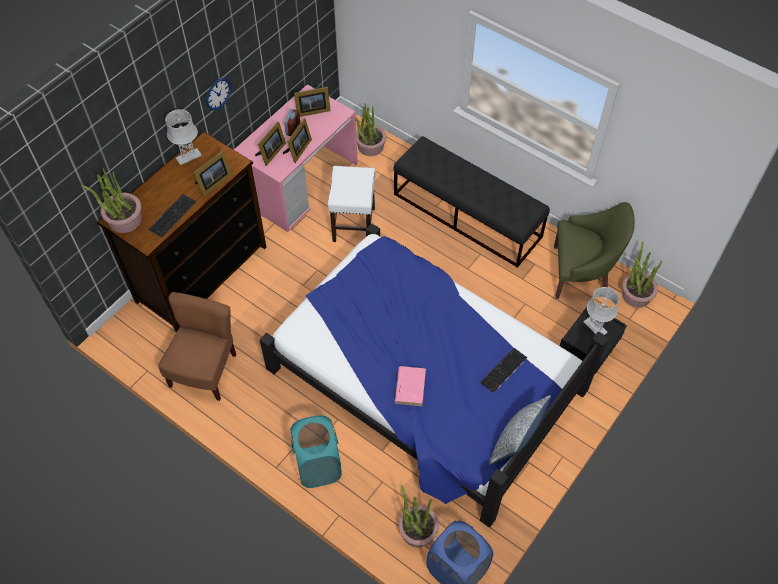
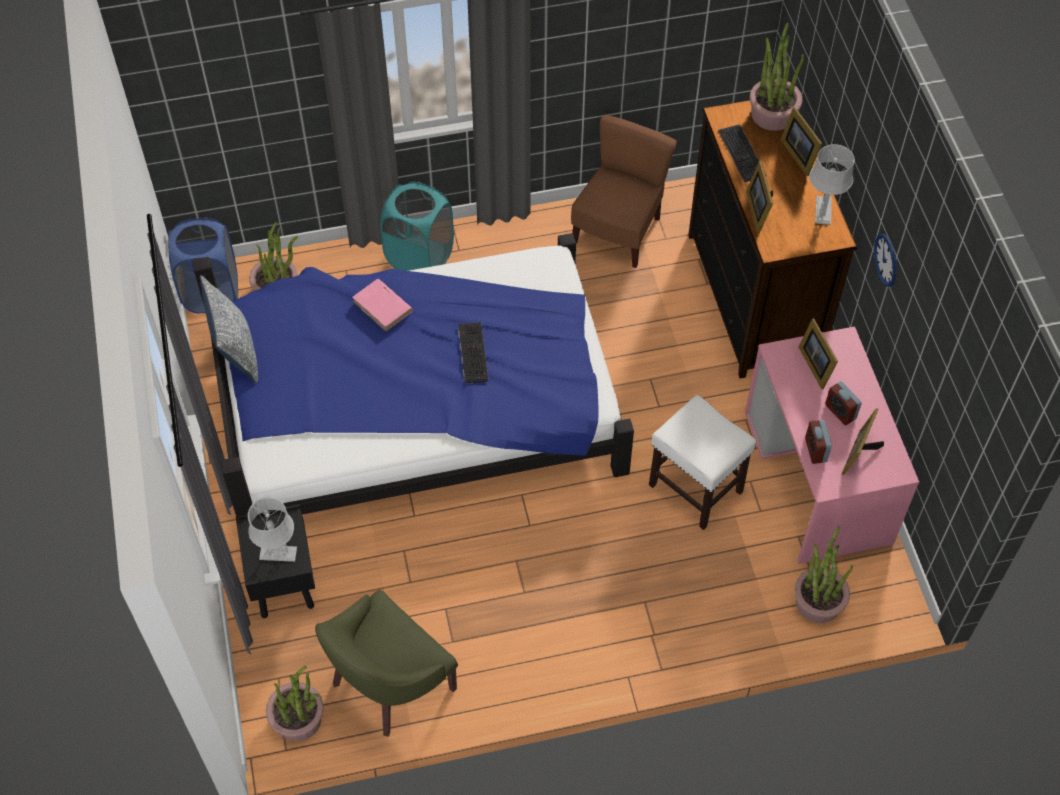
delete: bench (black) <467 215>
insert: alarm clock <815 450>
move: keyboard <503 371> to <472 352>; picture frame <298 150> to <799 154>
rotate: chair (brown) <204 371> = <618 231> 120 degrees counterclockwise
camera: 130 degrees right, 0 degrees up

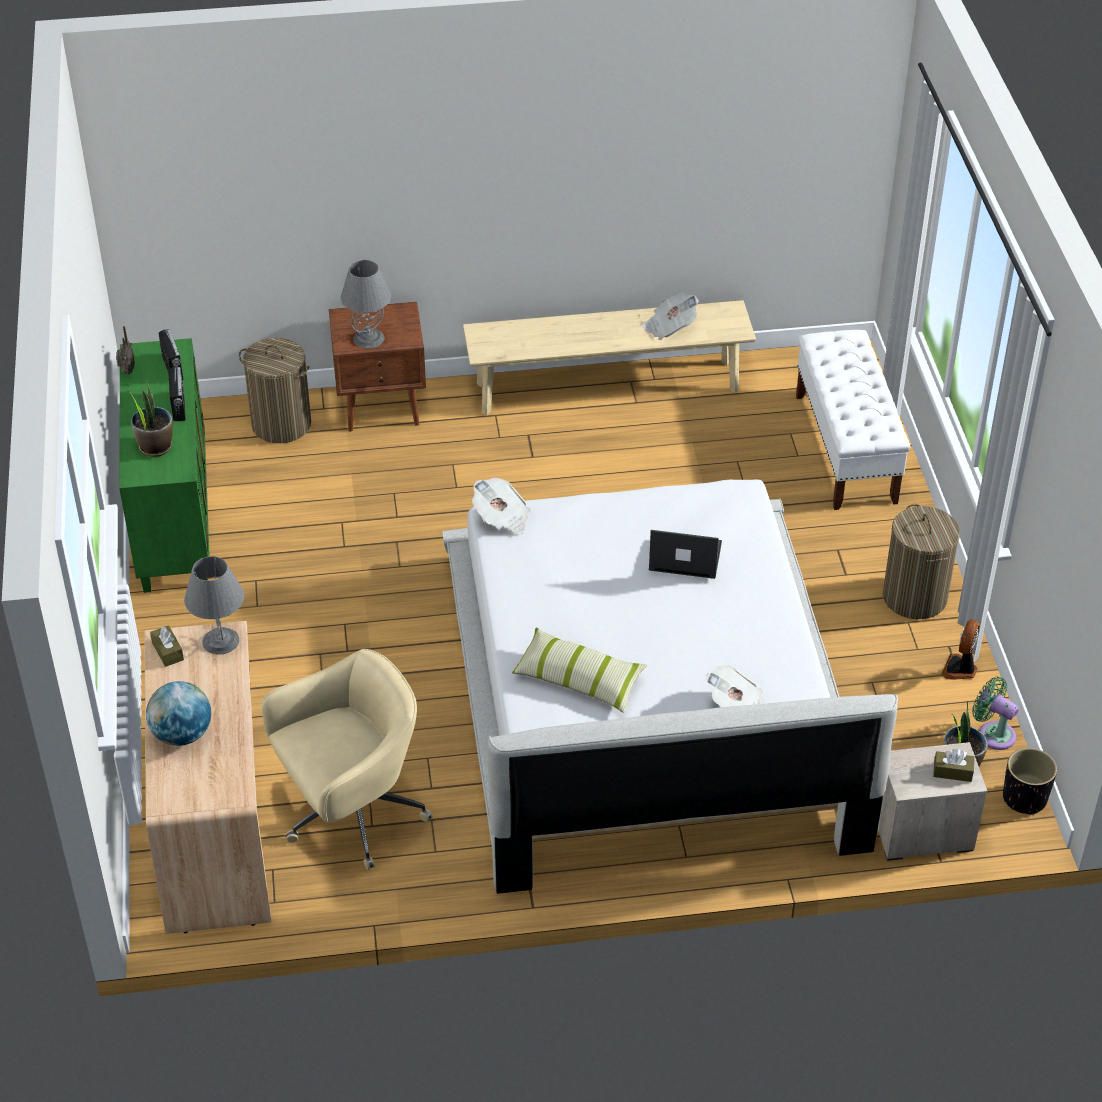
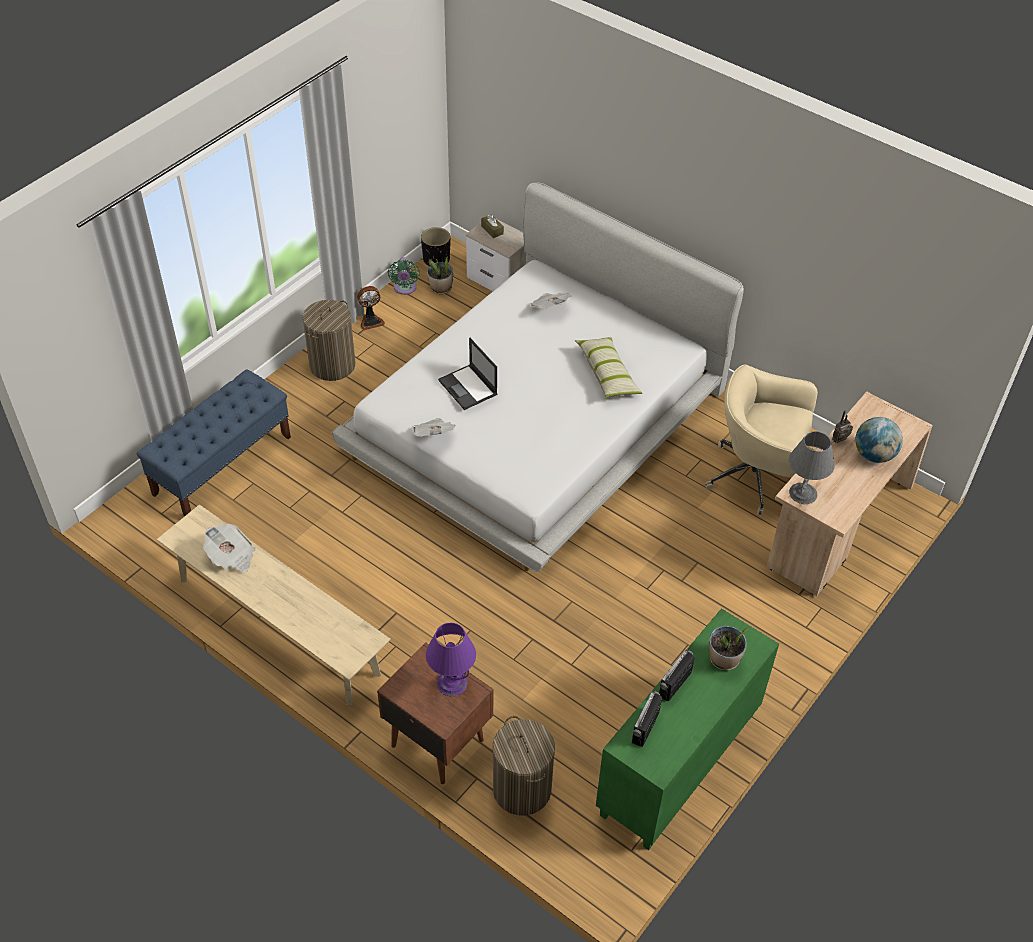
delete: tissue box (brown) <167 651>
move: newspaper <502 518> to <434 435>; radio <127 372> to <840 441>
recolor: bench (white) <846 449> to bench (blue) <223 465>; table lamp (grey) <368 338> to table lamp (purple) <451 683>
camera: 135 degrees left, 5 degrees up

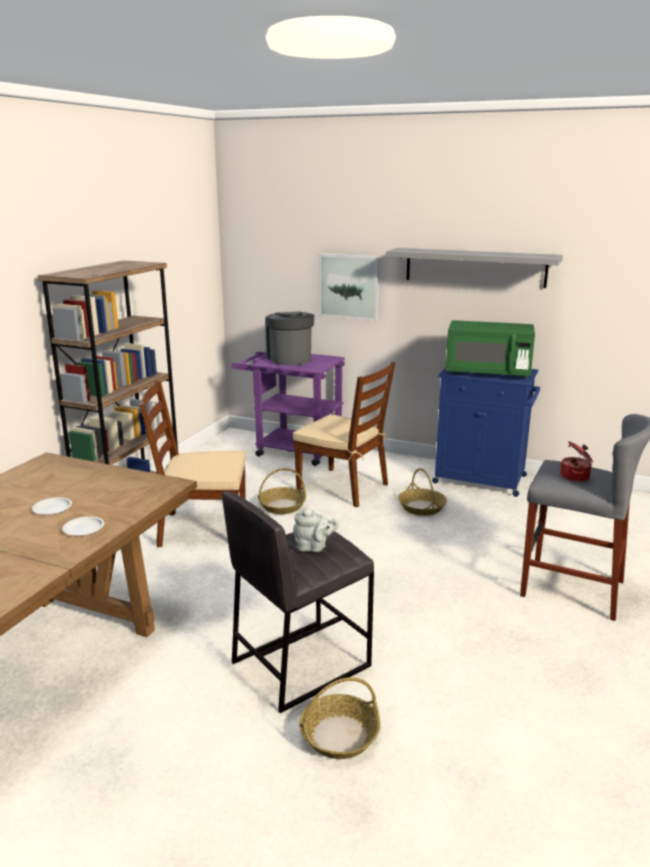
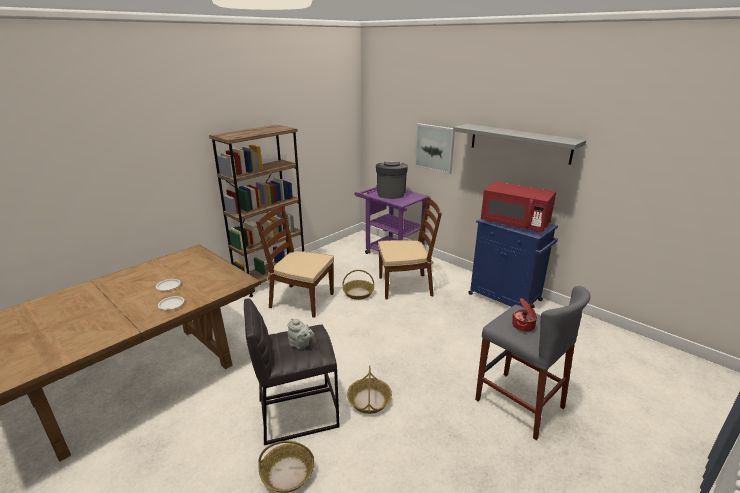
move: basket <421 507> to <369 400>
recolor: microwave (green) <487 372> to microwave (red) <514 223>
rotate: chair (brown) <343 487> = <406 286> 60 degrees counterclockwise
camera: 20 degrees right, 5 degrees up

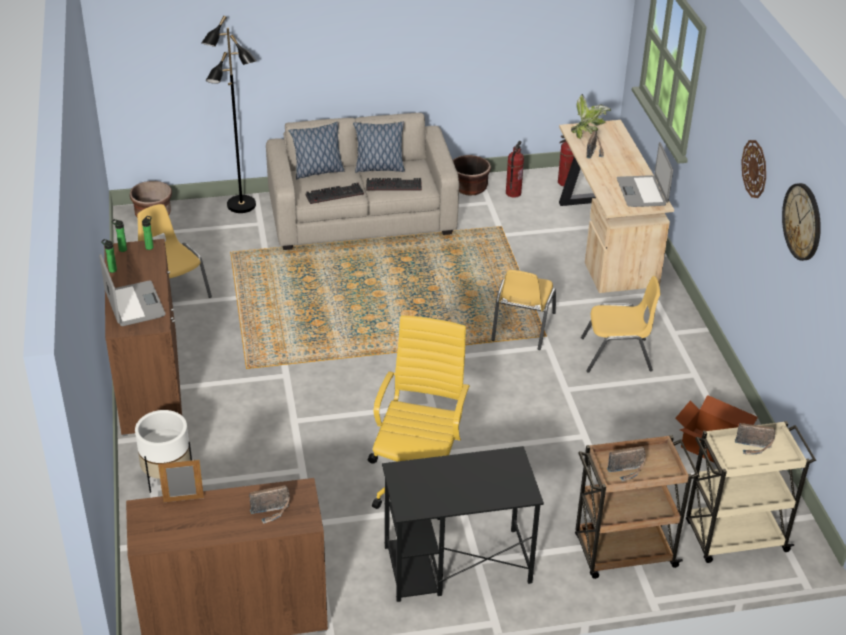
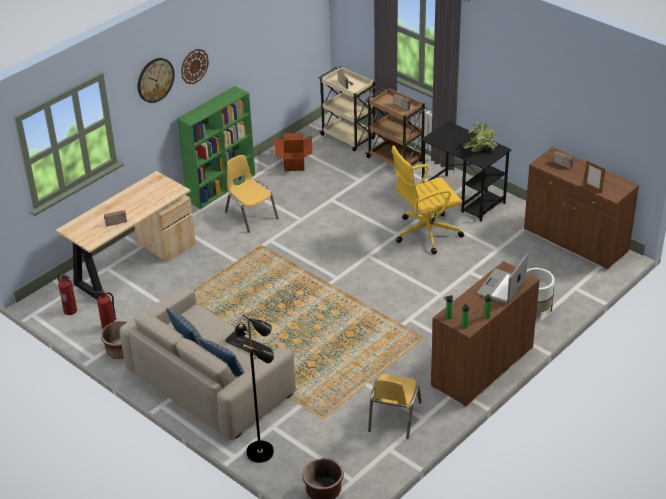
delete: keyboard <394 185>; chair (yellow) <522 326>; laptop <642 192>
insert: bookcase (green) <221 187>
move: wall clock <802 221> to <155 80>; potted plant <588 132> to <480 149>
camera: 125 degrees left, 0 degrees up

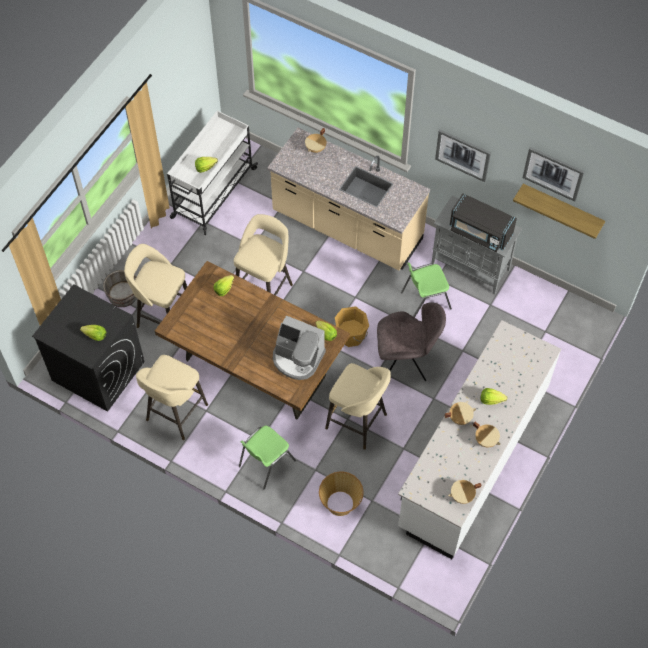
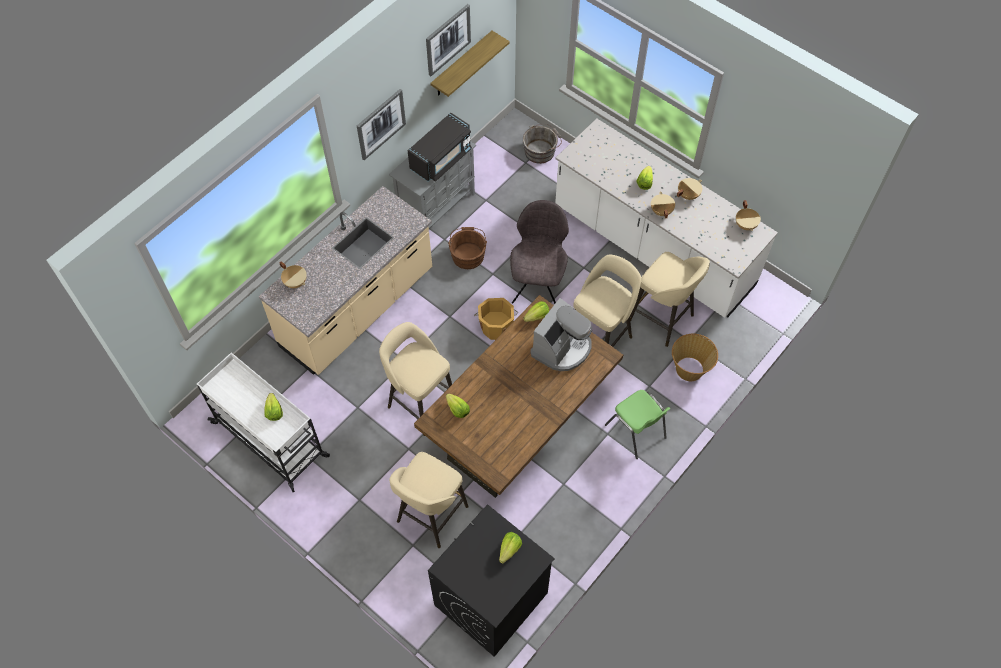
move: bucket (grey) <124 296> to <541 151>; stool (beige) <175 414> to <662 319>
replace: chair (green) <425 300> to bucket (brown) <468 254>
camera: 80 degrees left, 0 degrees up

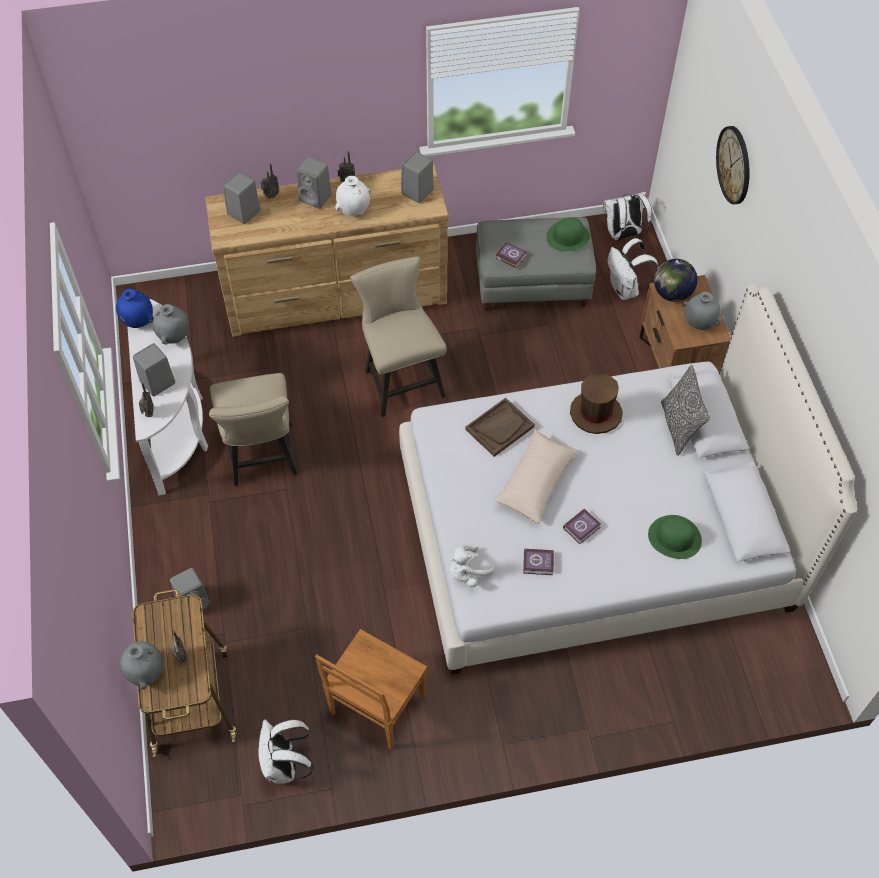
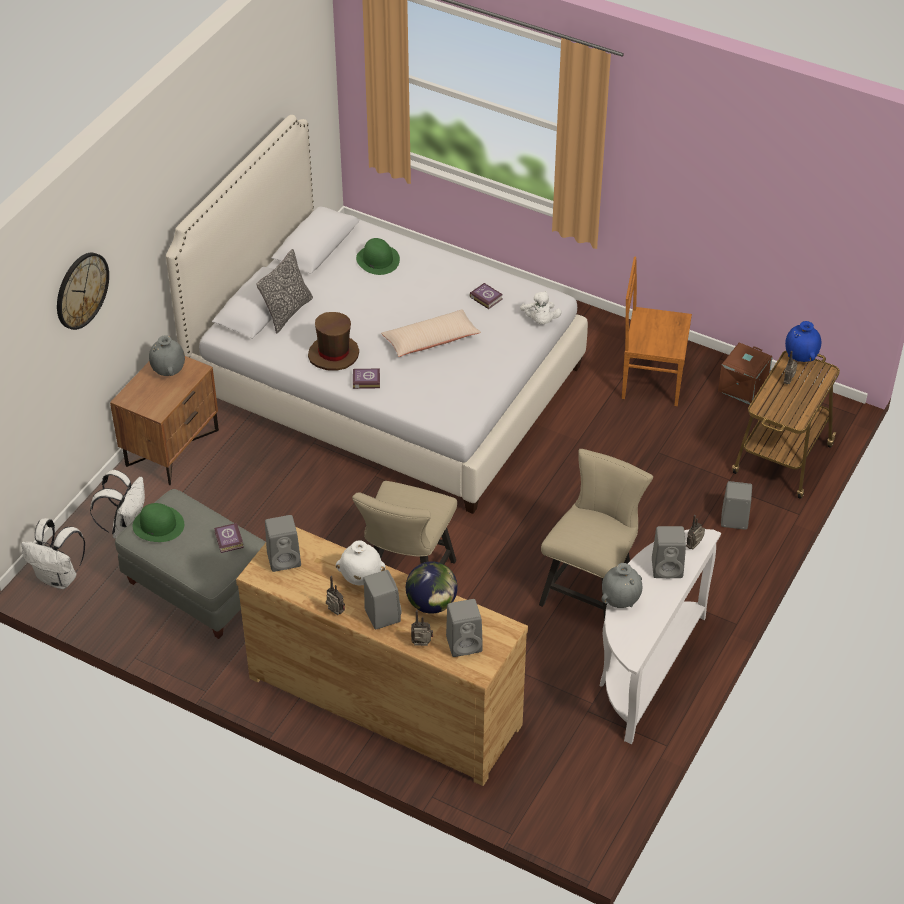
delete: vase (grey) <146 672>; tray (brown) <499 428>
move: book <582 528> to <365 380>; globe <672 294> to <431 603>; vase (blue) <138 321> to <800 358>
replace: backpack (white) <285 766> to storage box (brown) <742 386>
rotate: plush toy (white) <467 573> = <540 320> 75 degrees clockwise; chair (brown) <376 707> = <650 380> 150 degrees counterclockwise
camera: 140 degrees left, 10 degrees down

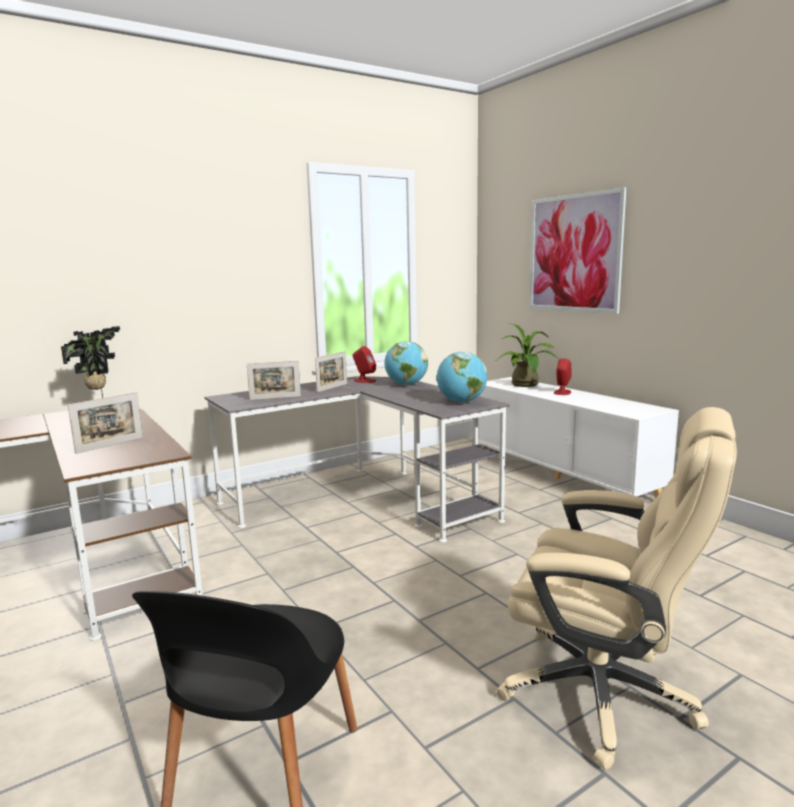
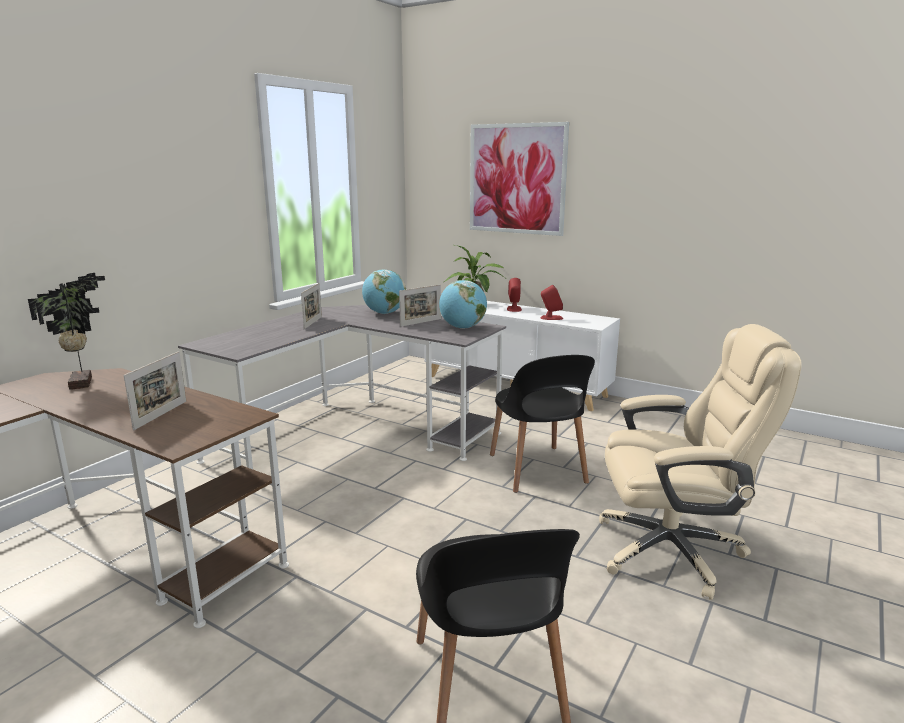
insert: chair (black) <537 470>
move: picture frame <275 398> to <421 322>; speaker (red) <364 381> to <551 318>
camera: 25 degrees left, 5 degrees up

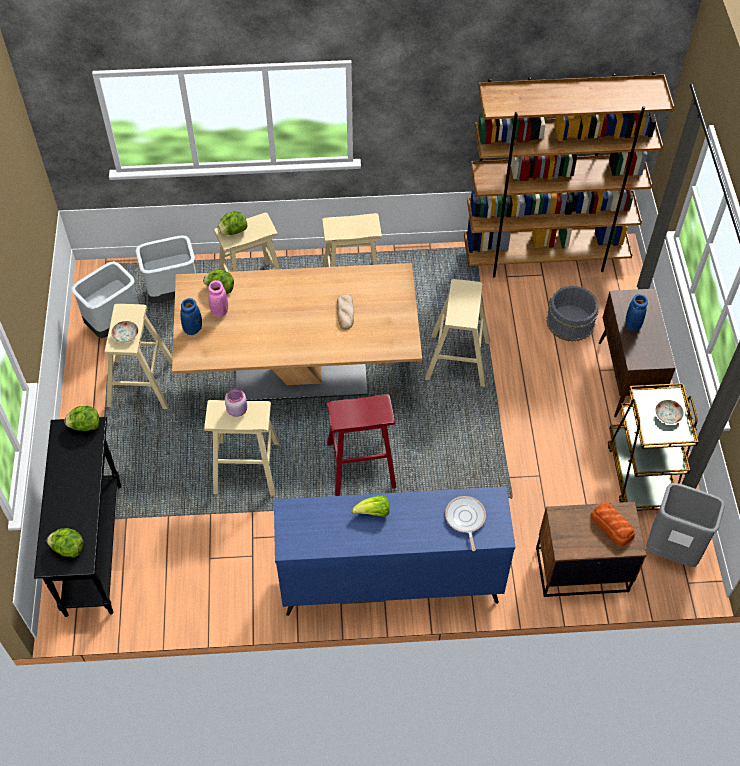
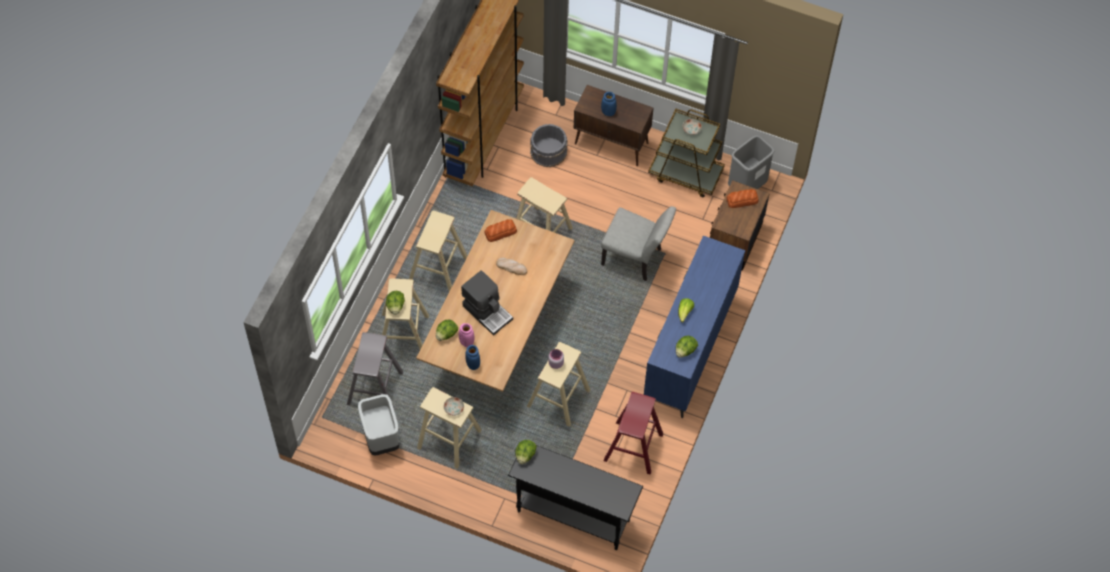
delete: frying pan <465 519>
insert: coffee machine <487 311>; bread <501 232>; chair (grey) <636 258>
move: stool (red) <361 464> to <633 447>; lettuce <68 548> to <685 350>
replace: trash can (grey) <174 293> to stool (grey) <375 388>
camera: 65 degrees left, 5 degrees up

